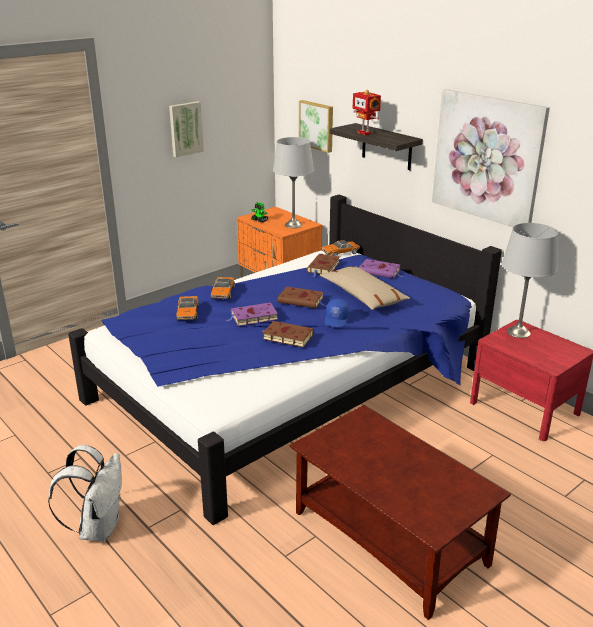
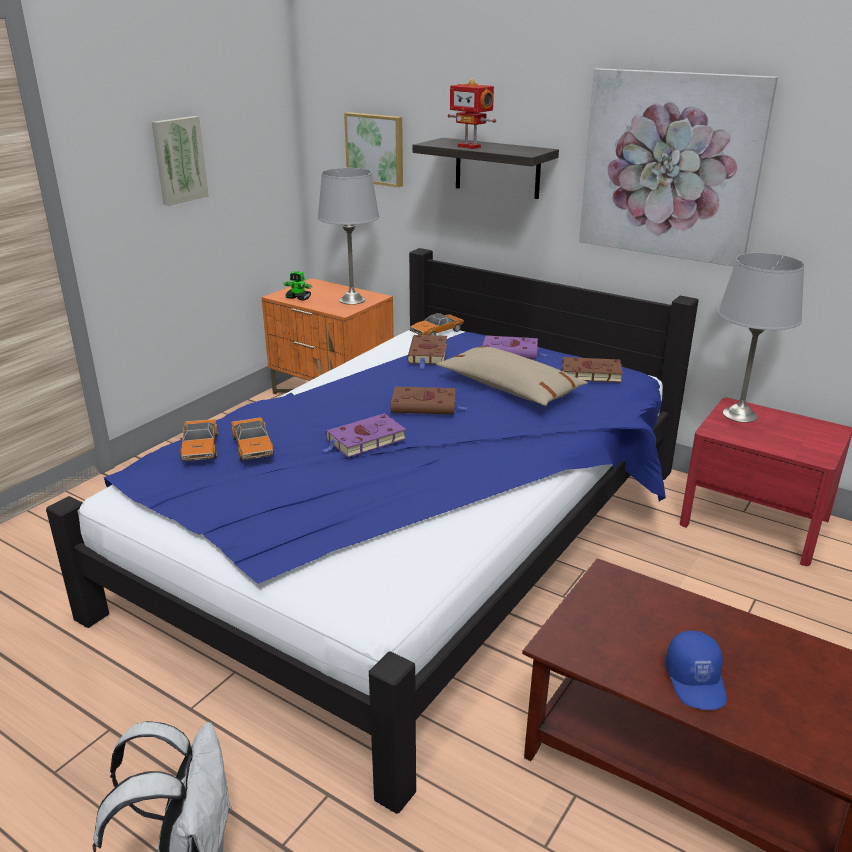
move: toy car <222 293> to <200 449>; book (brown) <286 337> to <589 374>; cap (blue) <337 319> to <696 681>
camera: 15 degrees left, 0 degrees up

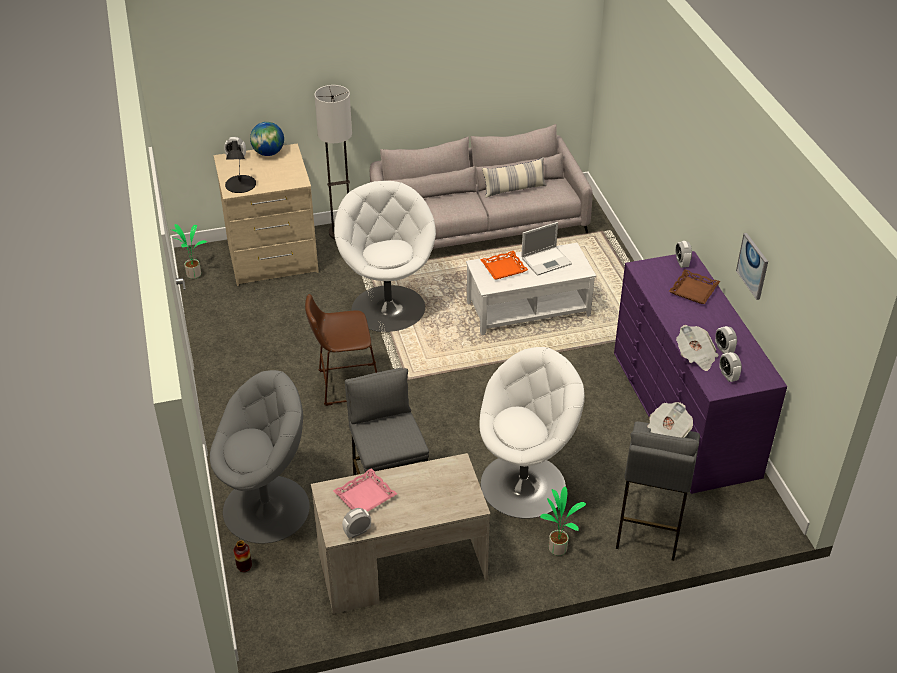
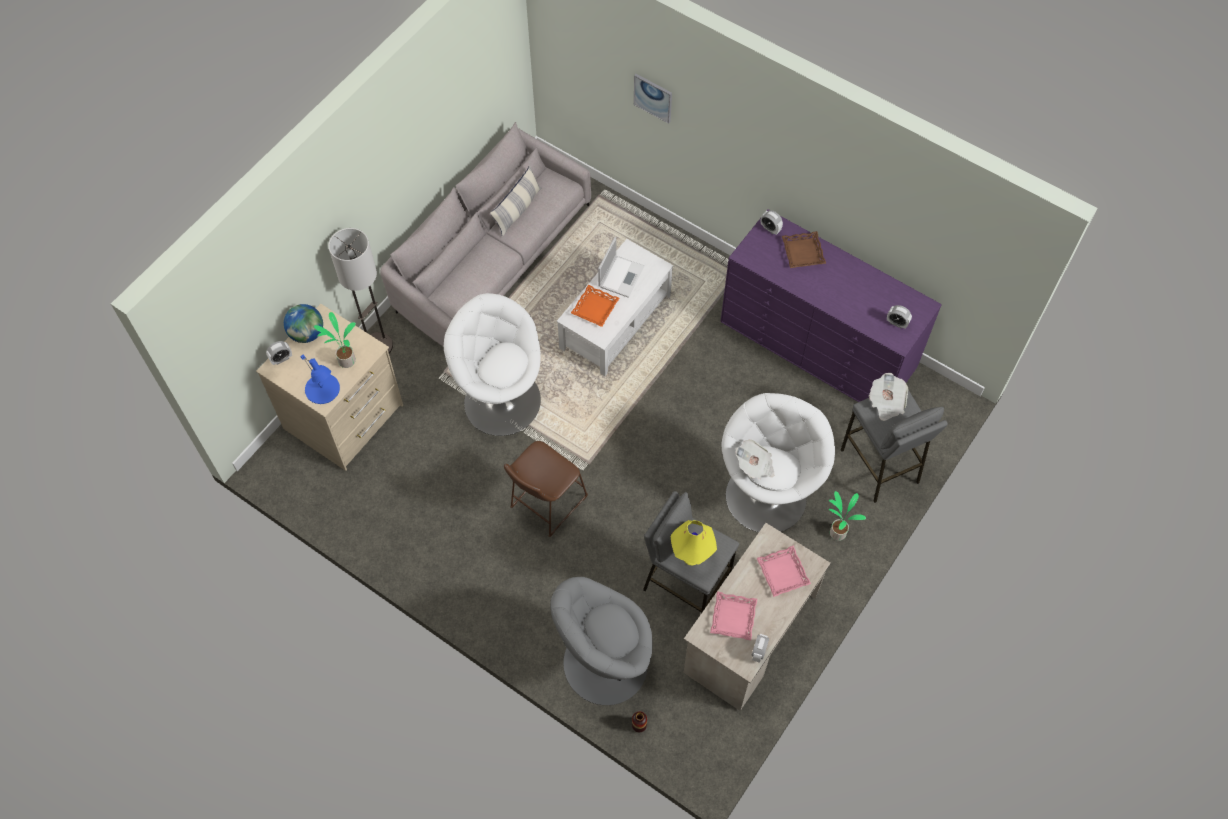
delete: alarm clock <723 349>
insert: table lamp (yellow) <691 557>; tray (pink) <782 573>
move: potted plant <193 274> to <345 360>; picture <753 266> to <653 97>; newspaper <695 356> to <755 466>
recolor: table lamp (black) <240 184> to table lamp (blue) <322 389>
rotate: armchair (grey) <268 508> = <603 663> 150 degrees counterclockwise
camera: 40 degrees left, 20 degrees up

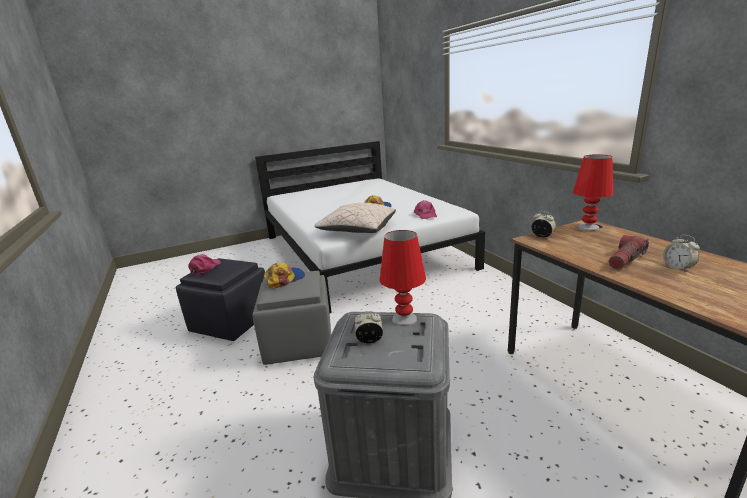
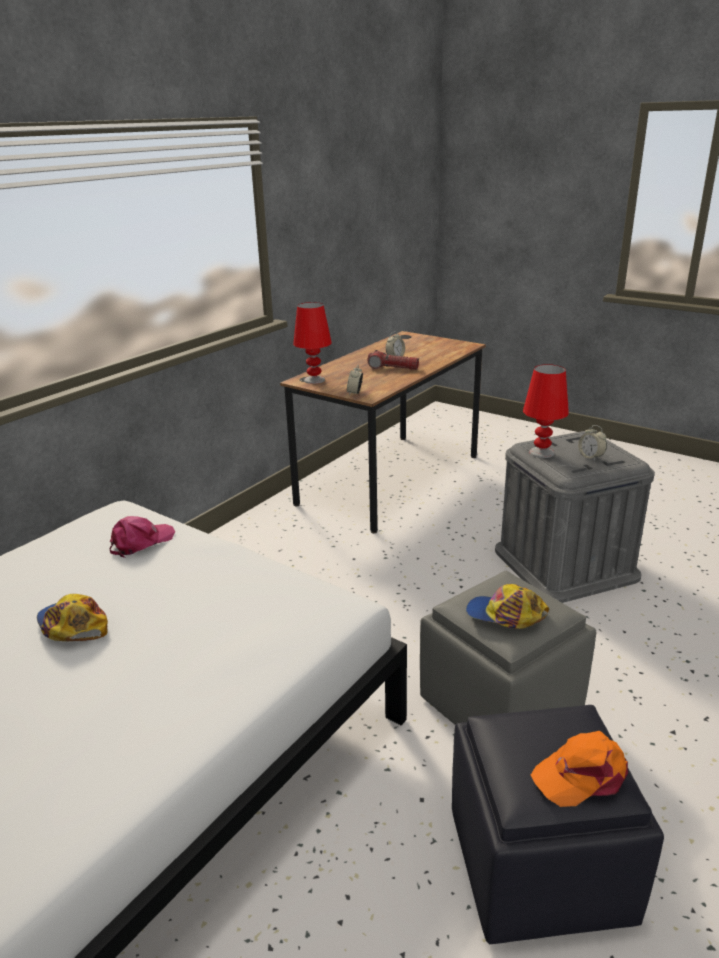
delete: pillow (beige) <357 230>
recolor: cap (pink) <205 268> to cap (orange) <582 775>
camera: 120 degrees left, 5 degrees up

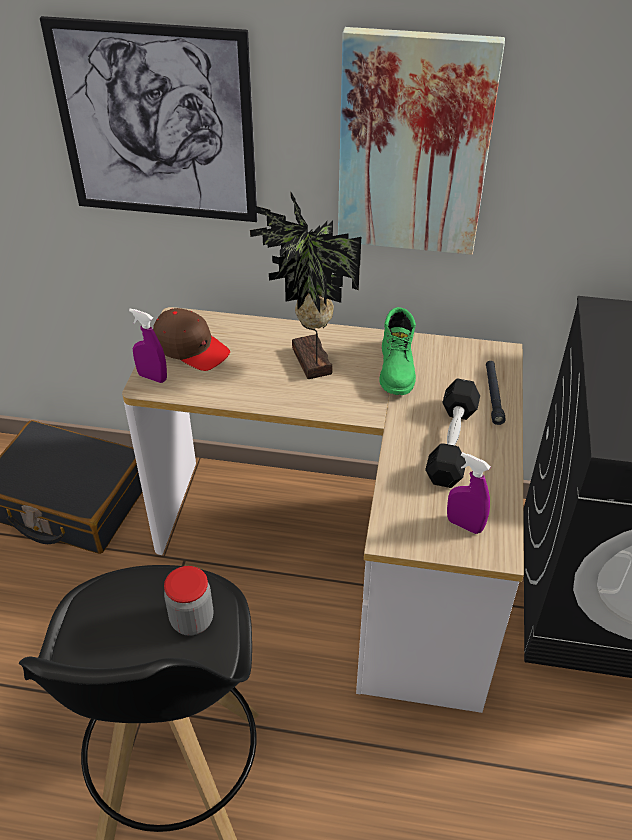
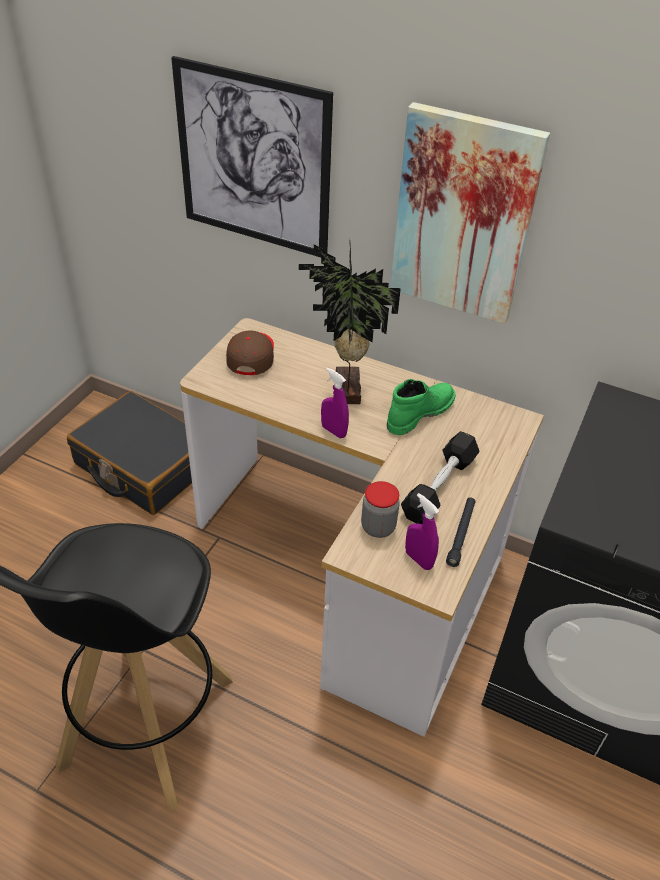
move: spray bottle (purple) <152 377> to <333 431>; jar <192 620> to <378 527>; flashlight (black) <493 395> to <461 534>
rotate: cap (brown) <191 348> = <251 356> 135 degrees counterclockwise; boot (green) <397 369> = <419 413> 150 degrees counterclockwise
camera: 15 degrees right, 0 degrees up

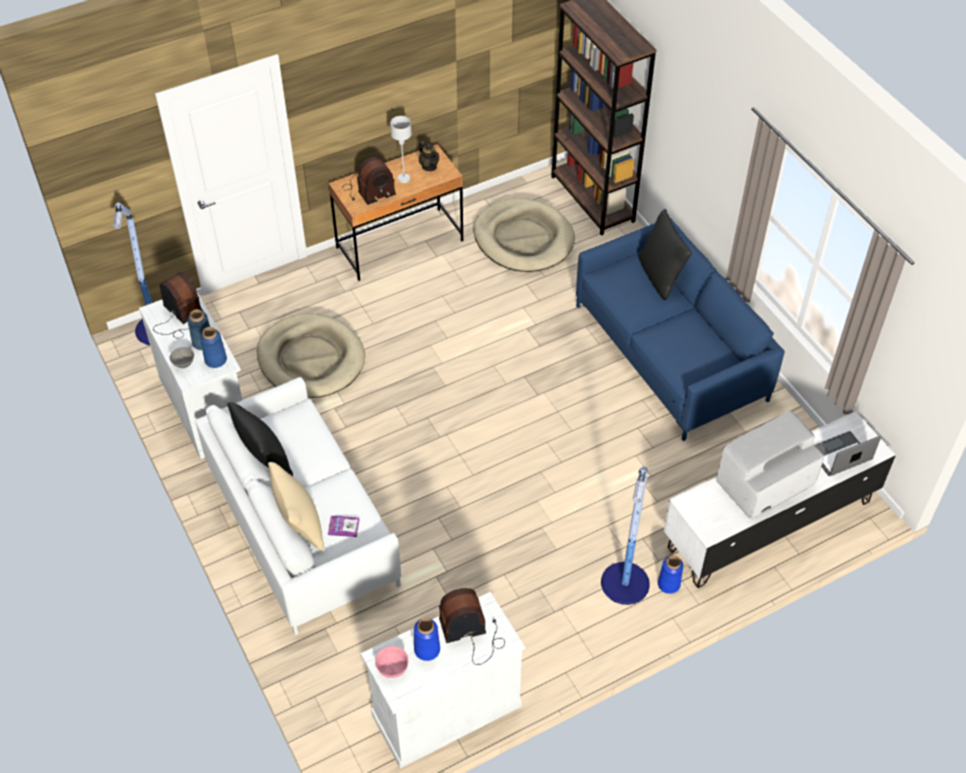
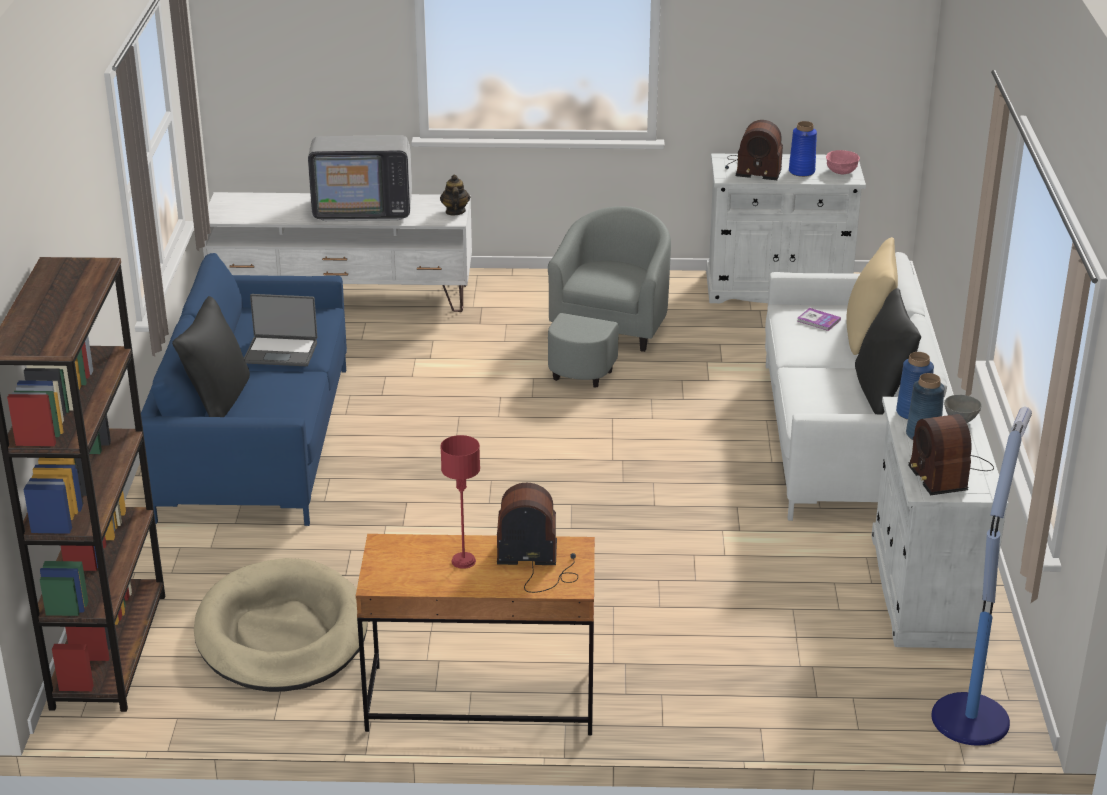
delete: dog bed (beige) <311 359>; floor lamp <625 585>; vase (blue) <668 584>
insert: armchair (grey) <605 338>
move: laptop <840 456> to <281 352>; teapot <429 166> to <455 211>
recolor: table lamp (grey) <403 178> to table lamp (red) <464 561>
camera: 150 degrees left, 20 degrees down

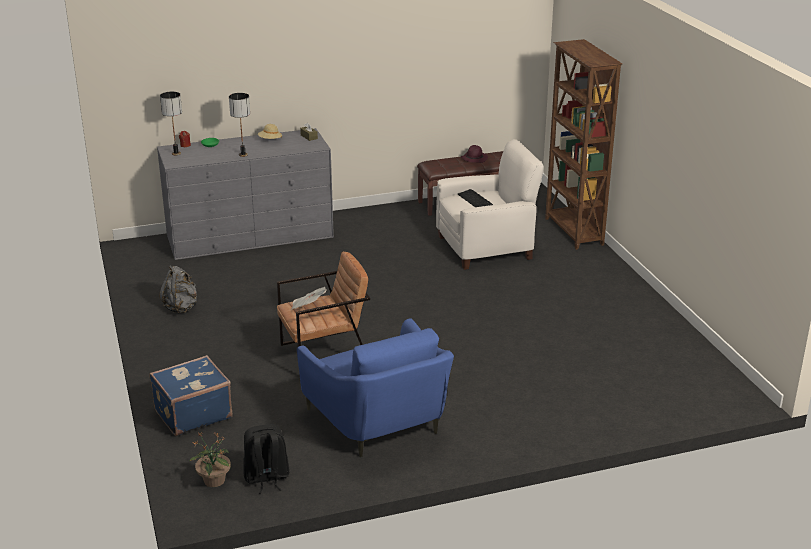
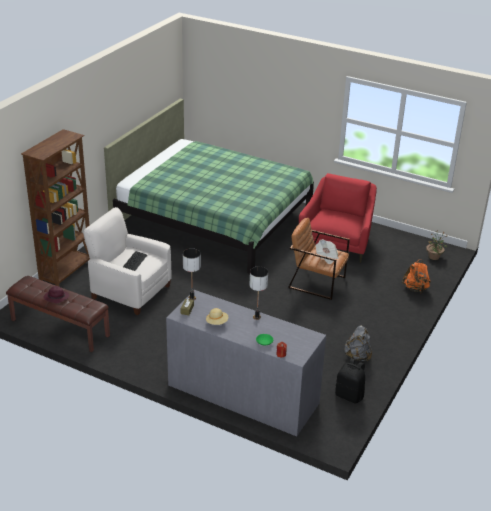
insert: bed (green) <213 219>
move: table lamp <176 153> to <191 298>; backpack (black) <266 478> to <349 395>
replace: suitcase (blue) <192 413> to backpack (orange) <415 289>
recolor: armchair (blue) <379 422> to armchair (red) <337 241>
camera: 135 degrees left, 5 degrees up

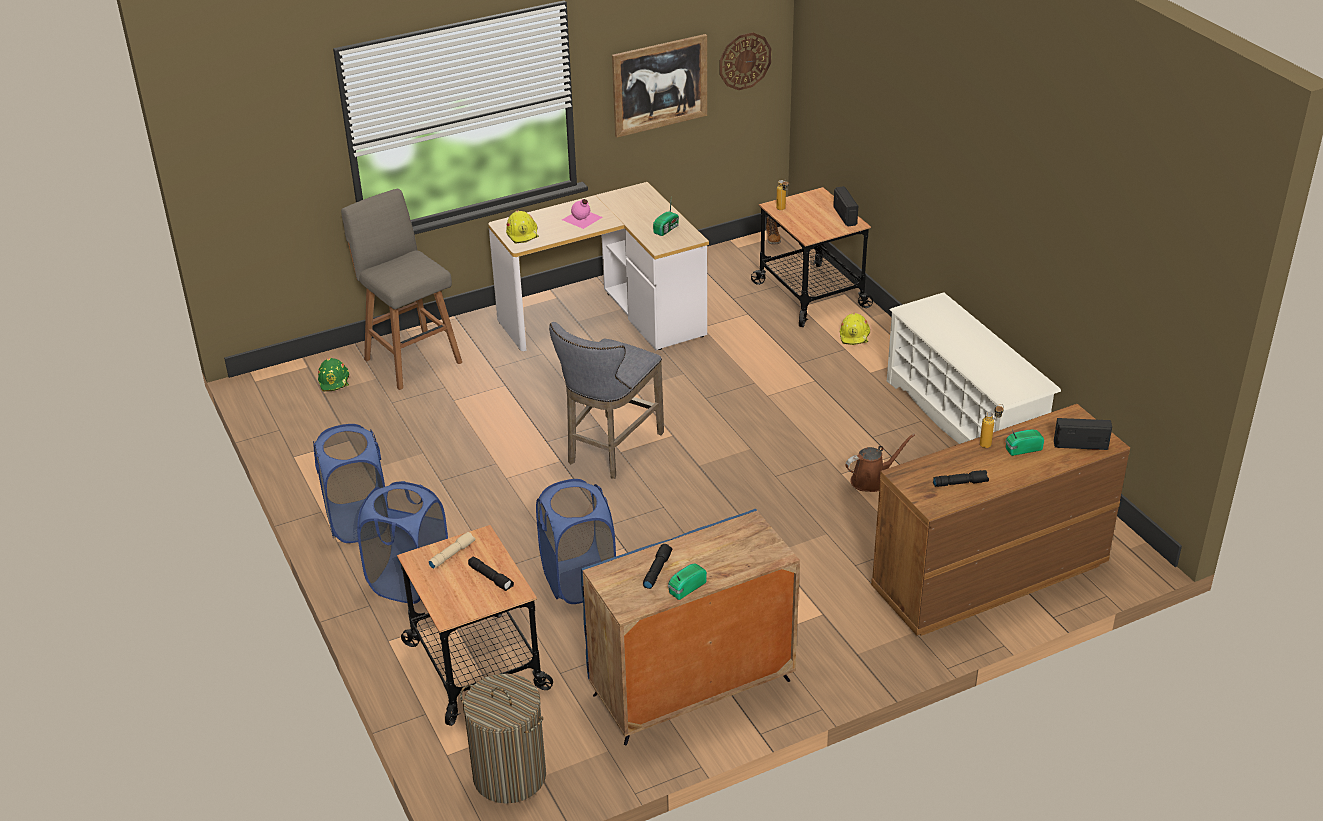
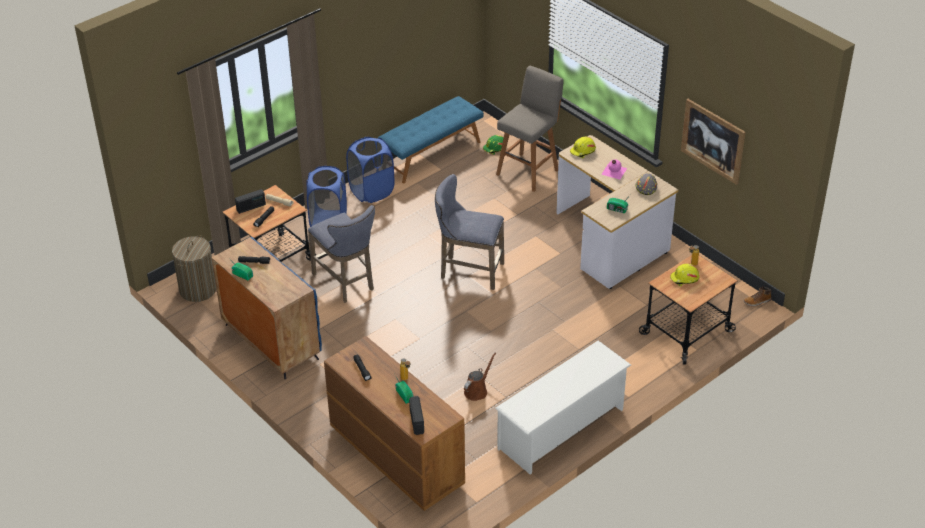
delete: wall clock <744 61>
insert: bench (blue) <431 154>; hard hat (grey) <646 187>
move: radio <845 216> to <251 207>; hard hat (yellow) <855 336> to <684 279>
replace: laundry basket (blue) <579 580> to stool (grey) <346 283>
rotate: watering can (brown) <871 480> = <477 390> 105 degrees counterclockwise
camera: 75 degrees right, 5 degrees up

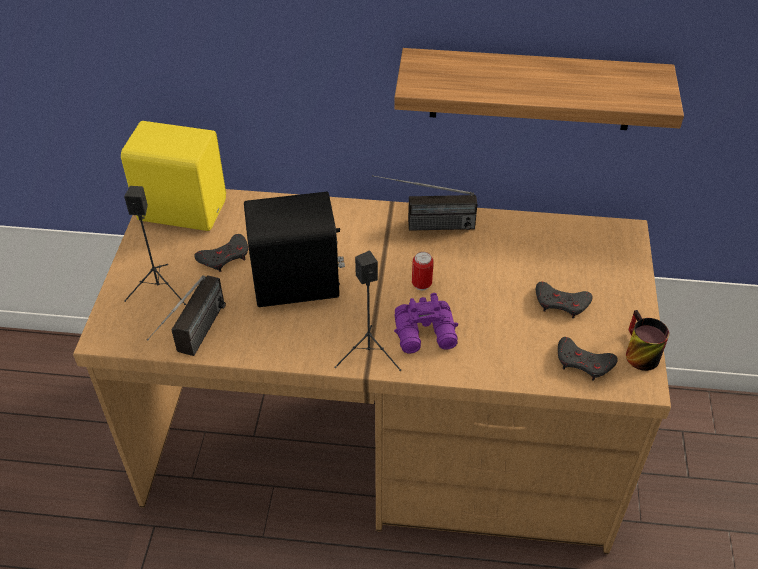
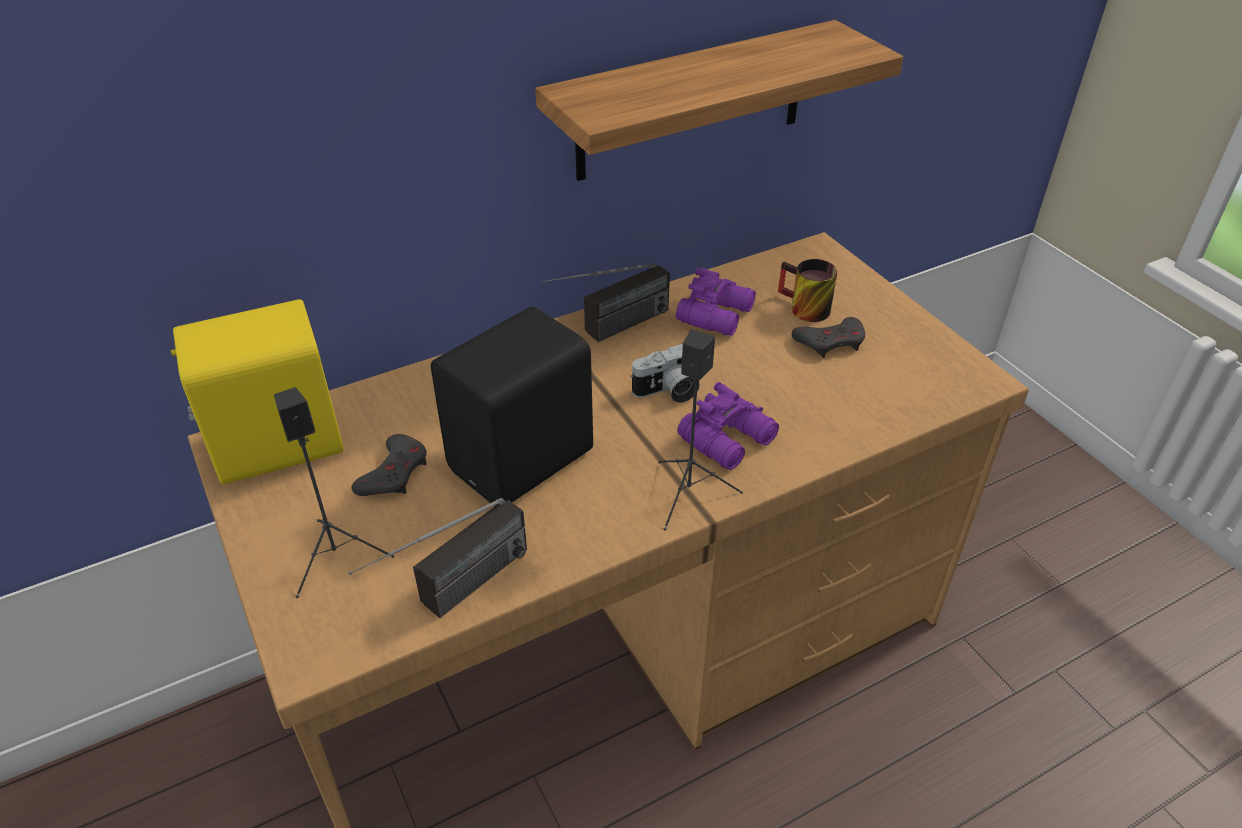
delete: game controller (grey) <583 362>
insert: binoculars (purple) <717 314>
move: mug <637 353> to <802 308>
replace: can <421 284> to photo camera <670 391>
rotate: radio <194 342> = <453 596> 60 degrees clockwise
camera: 35 degrees left, 5 degrees down

